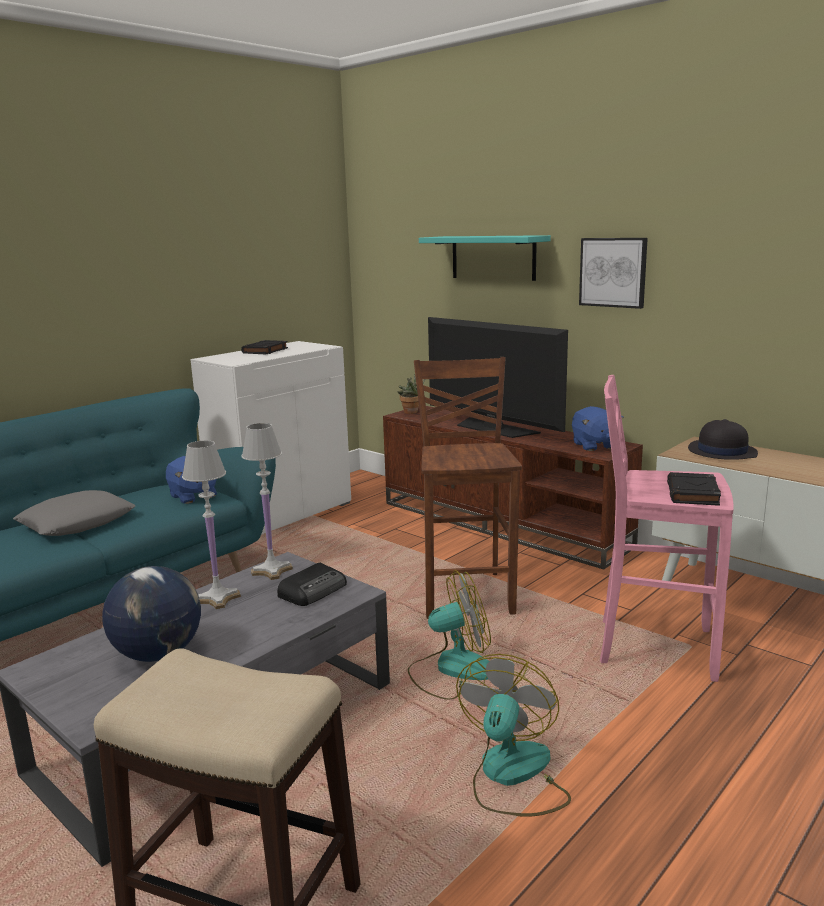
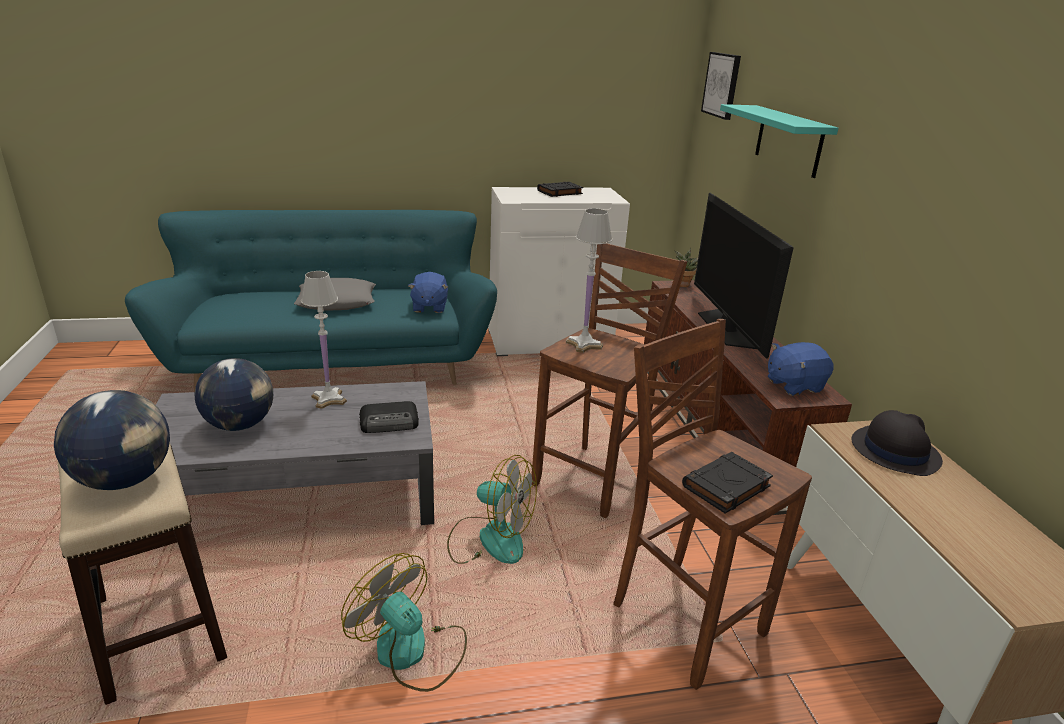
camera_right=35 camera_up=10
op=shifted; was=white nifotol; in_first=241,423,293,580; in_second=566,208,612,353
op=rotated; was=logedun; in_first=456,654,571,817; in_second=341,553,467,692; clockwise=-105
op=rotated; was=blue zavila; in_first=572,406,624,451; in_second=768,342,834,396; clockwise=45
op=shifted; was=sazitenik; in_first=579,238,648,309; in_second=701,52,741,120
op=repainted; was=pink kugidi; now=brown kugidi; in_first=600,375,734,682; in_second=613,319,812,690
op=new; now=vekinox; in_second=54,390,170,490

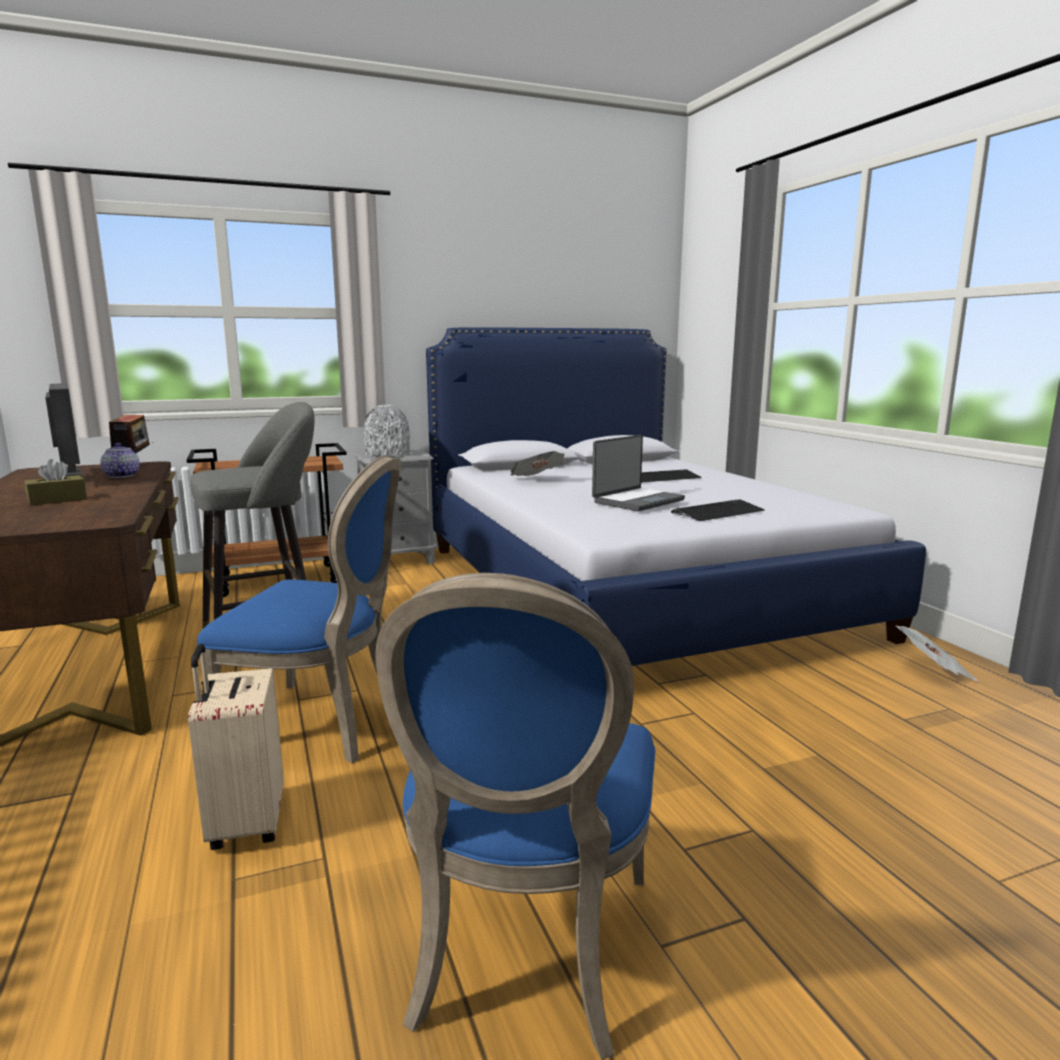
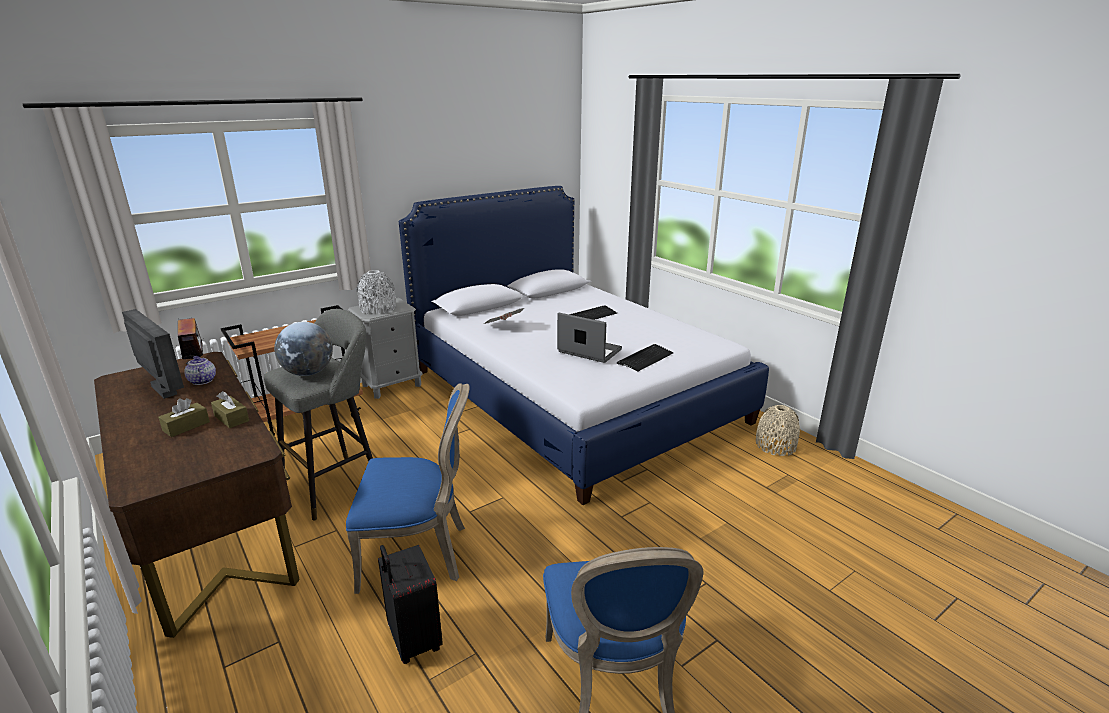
camera_right=-15 camera_up=10
op=repainted; was=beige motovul; now=black motovul; in_first=188,644,284,850; in_second=378,545,443,664
op=rotated; was=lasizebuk; in_first=592,435,685,511; in_second=557,313,622,363; clockwise=-90
op=swapped; was=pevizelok; now=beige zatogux; in_first=895,625,978,681; in_second=756,405,800,456
op=new; now=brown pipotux; in_second=211,391,249,428
op=new; now=vekinox; in_second=274,322,333,376

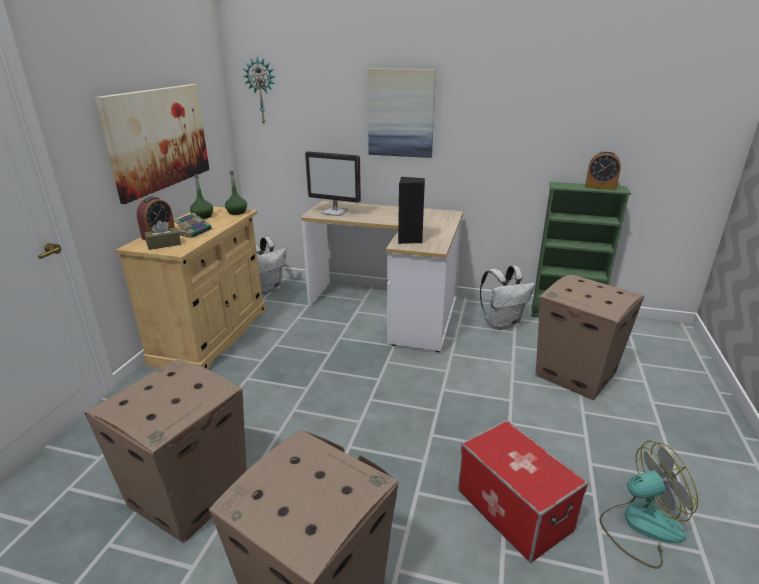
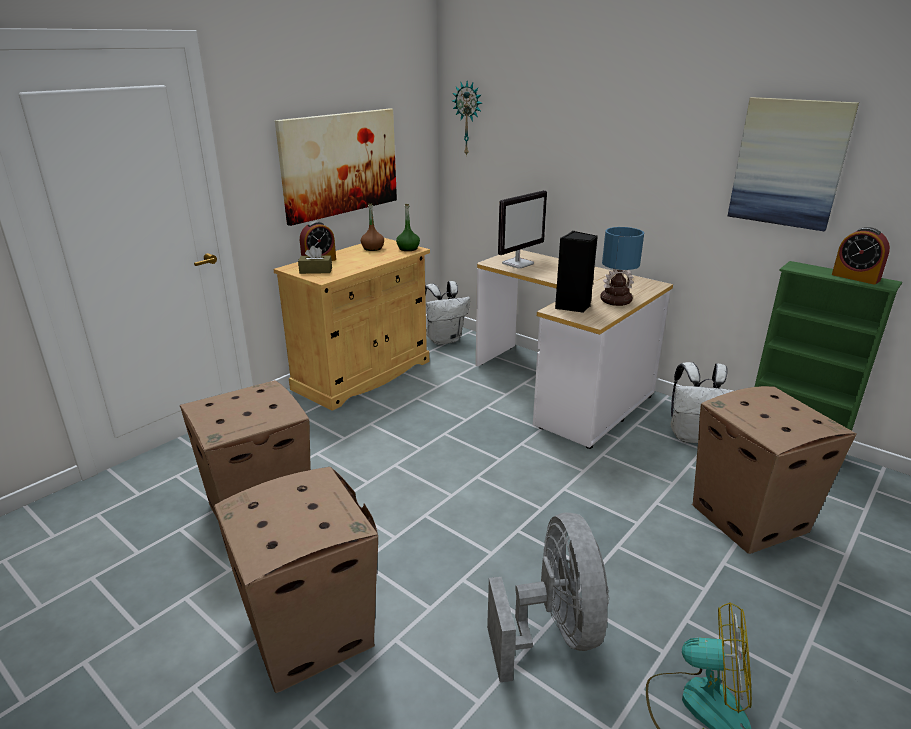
camera_right=25 camera_up=0
op=gone; was=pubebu; in_first=174,212,211,238
op=repainted; was=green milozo; now=brown milozo; in_first=190,174,213,219; in_second=361,204,384,251
op=rotated; was=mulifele; in_first=305,151,361,216; in_second=498,190,547,269; clockwise=-90
op=shifted; was=sazitenik; in_first=368,68,436,158; in_second=728,97,859,231
op=swapped; was=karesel; now=grey logedun; in_first=458,420,588,563; in_second=487,513,609,682
op=new; now=nifotol; in_second=600,227,644,306

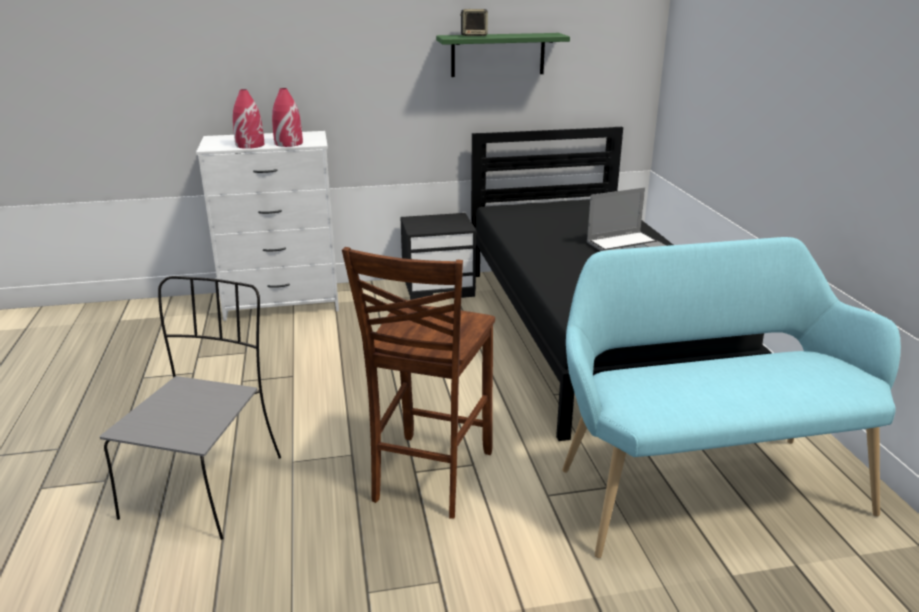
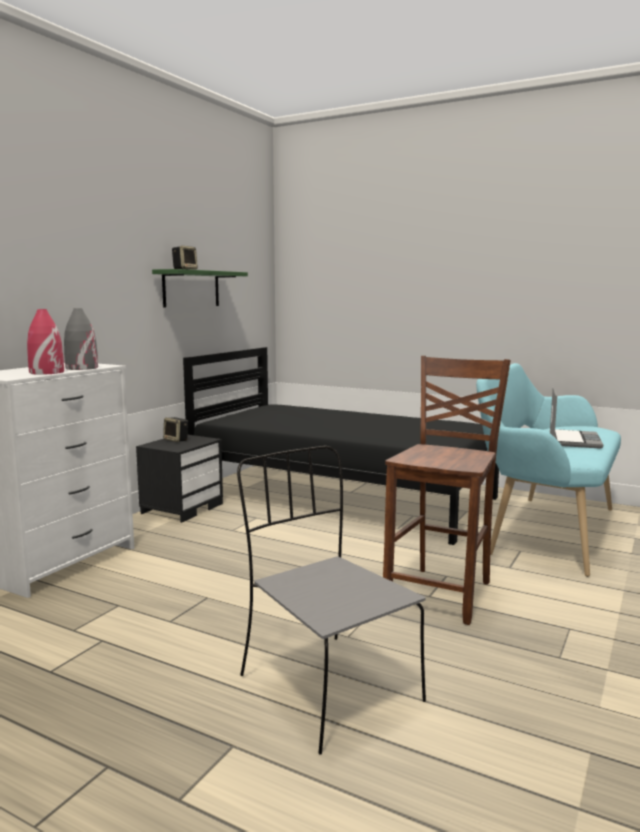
camera_right=-50 camera_up=-15
op=repainted; was=red zatogux; now=grey zatogux; in_first=272,88,303,147; in_second=64,308,98,370
op=rotated; was=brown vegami; in_first=342,247,495,519; in_second=383,356,511,625; clockwise=-120
op=shifted; was=lasizebuk; in_first=587,187,667,251; in_second=550,387,603,449
op=new; now=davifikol; in_second=163,417,188,442

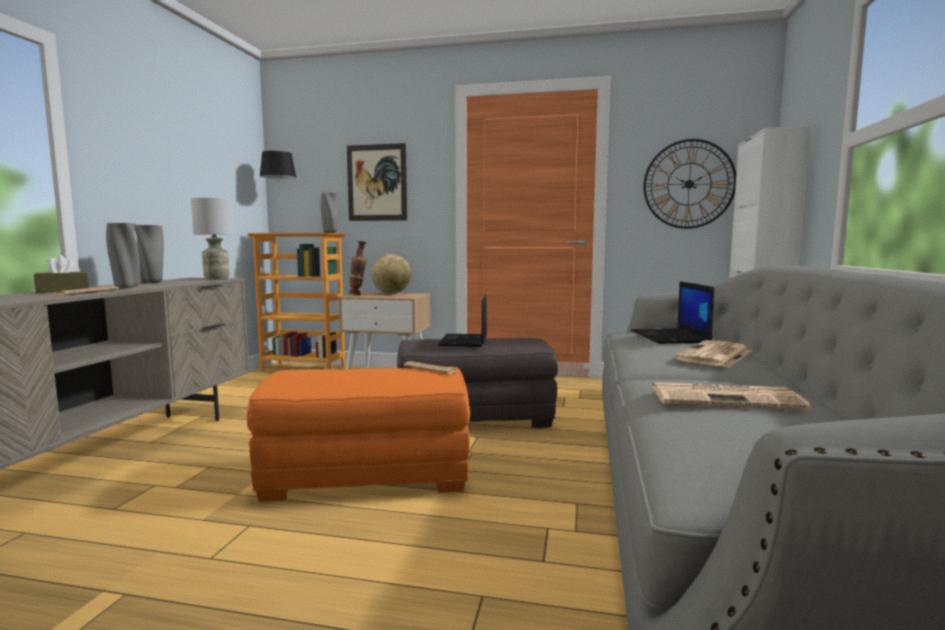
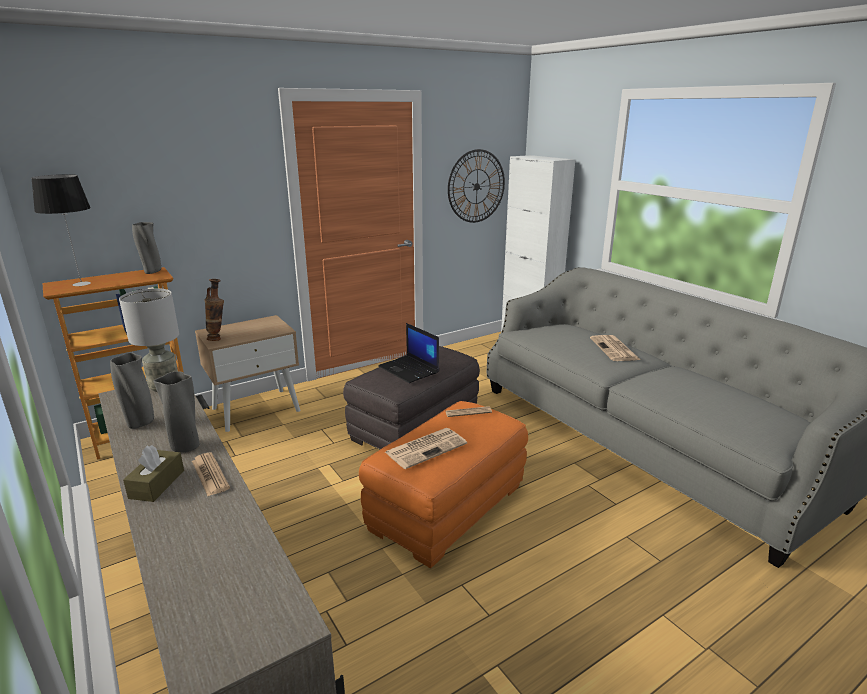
camera_right=-45 camera_up=15
op=gone; was=sazitenik; in_first=347,143,407,221
op=gone; was=vekinox; in_first=371,254,411,294
op=gone; was=lasizebuk; in_first=631,281,714,344
op=shifted; was=pevizelok; in_first=652,382,811,410; in_second=385,428,467,469

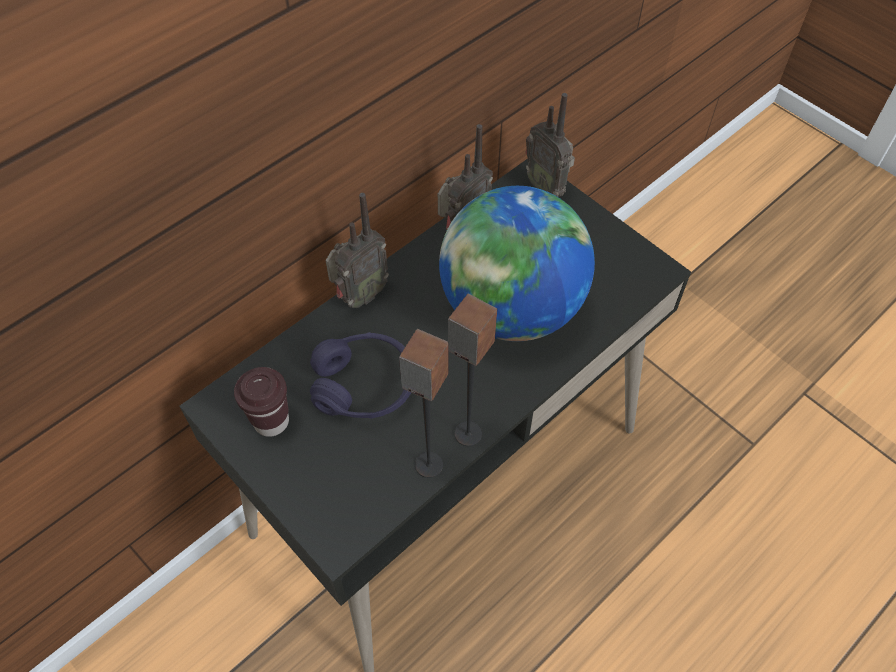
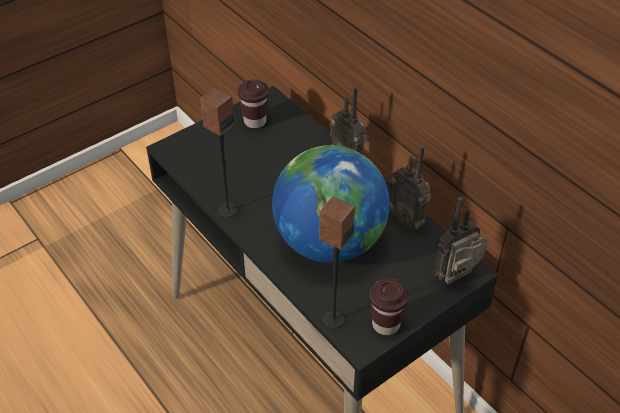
camera_right=95 camera_up=-10
op=gone; was=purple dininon; in_first=310,332,411,419
op=shifted; was=davifikol; in_first=399,329,448,478; in_second=319,196,355,328
op=new; now=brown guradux; in_second=369,278,409,335

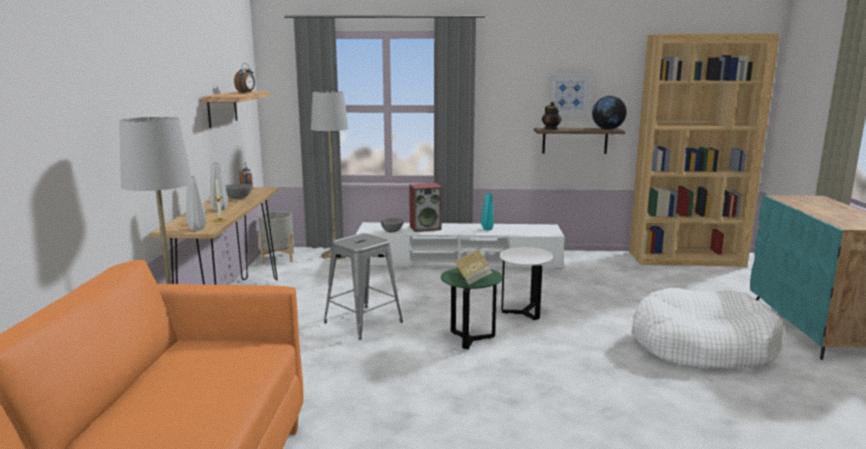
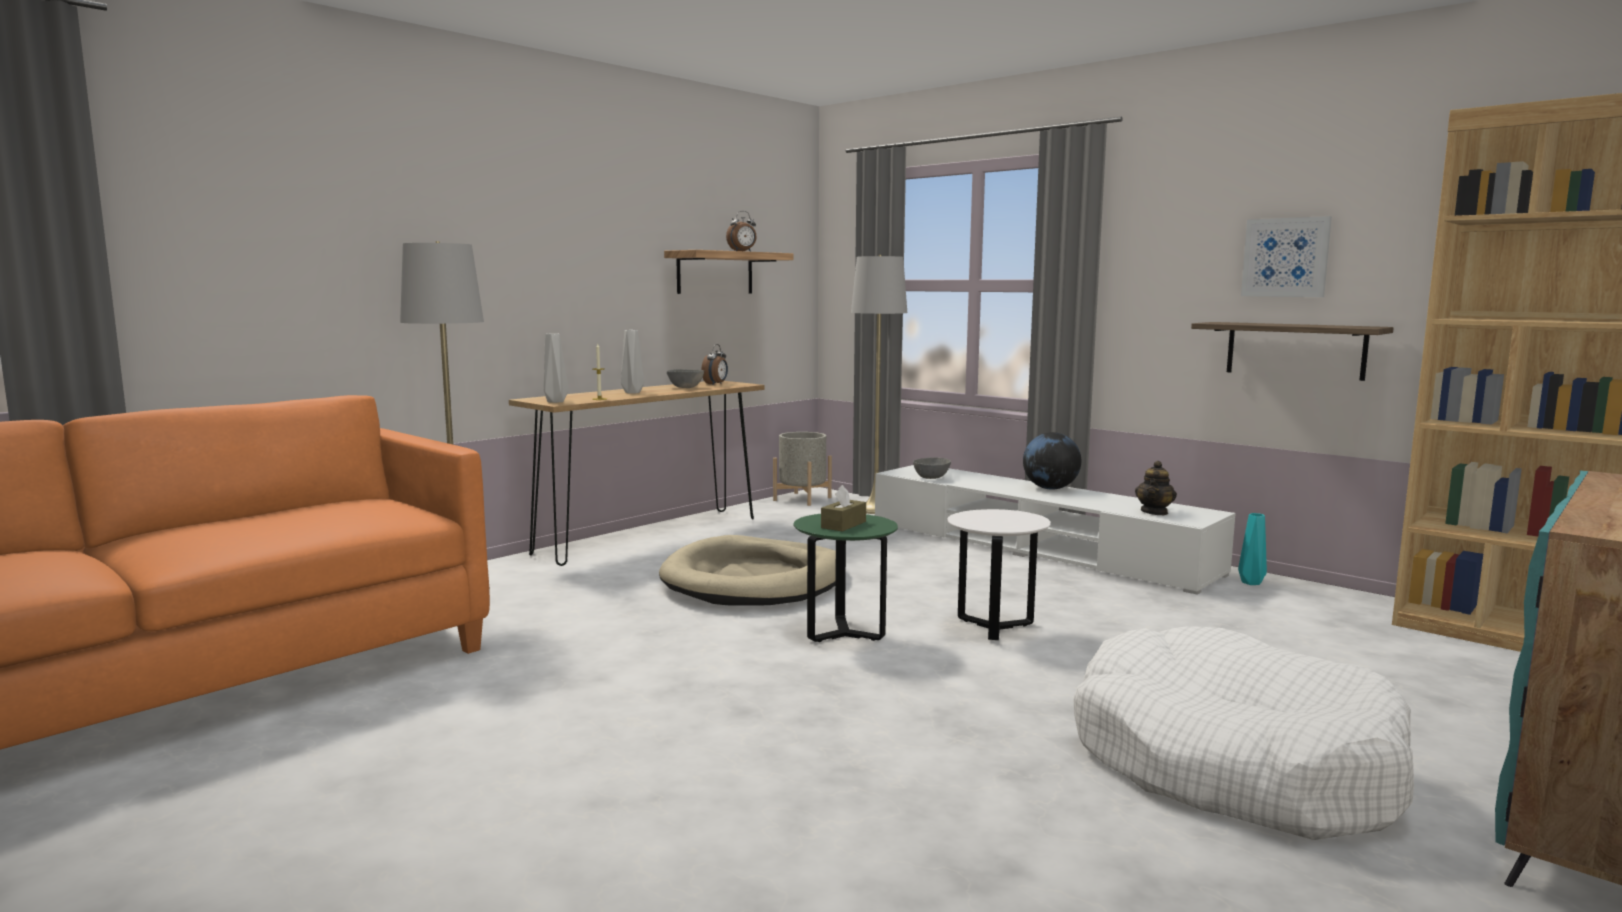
camera_right=40 camera_up=-5
op=swapped; was=grey kugidi; now=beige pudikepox; in_first=324,233,403,340; in_second=659,535,836,606
op=gone; was=davifikol; in_first=409,183,442,232
op=swapped; was=pubebu; now=brown pipotux; in_first=455,249,492,285; in_second=821,485,866,532
op=shifted; was=turquoise zatogux; in_first=481,193,494,230; in_second=1238,513,1267,585
op=shifted; was=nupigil; in_first=542,102,562,130; in_second=1135,461,1177,515
op=shifted; was=vekinox; in_first=592,96,627,130; in_second=1023,432,1081,490

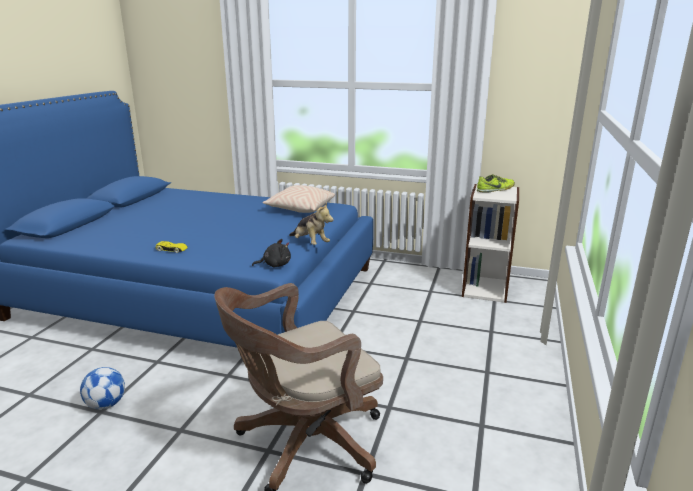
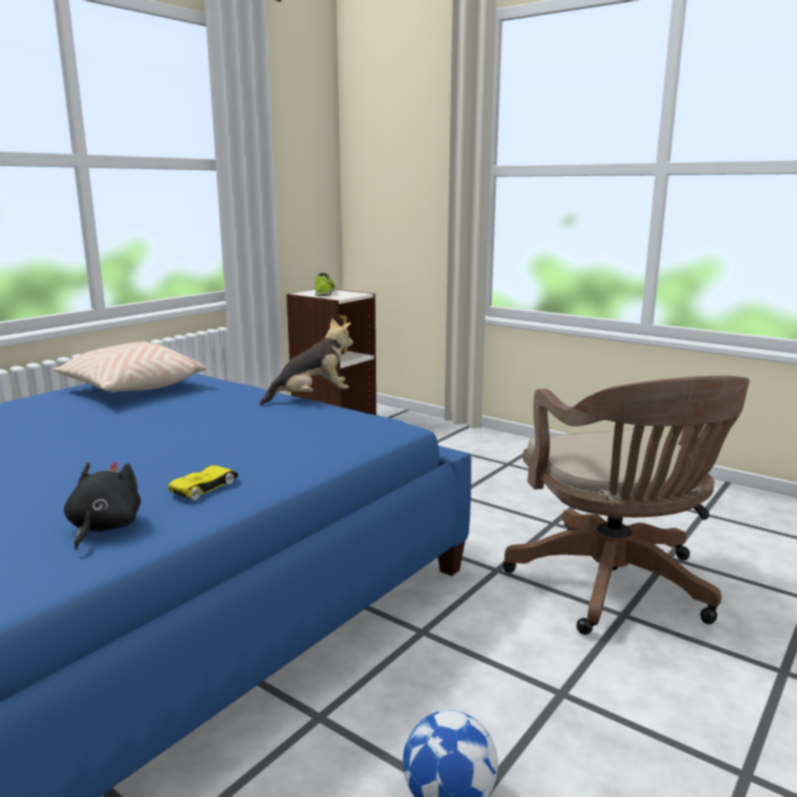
camera_right=-70 camera_up=-5
op=shifted; was=black zavila; in_first=252,239,291,268; in_second=64,461,141,550

